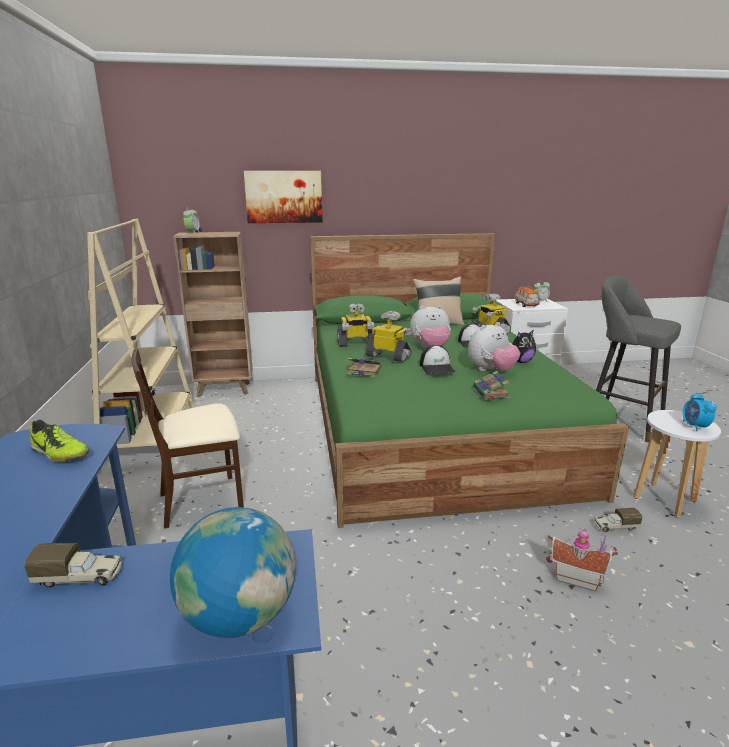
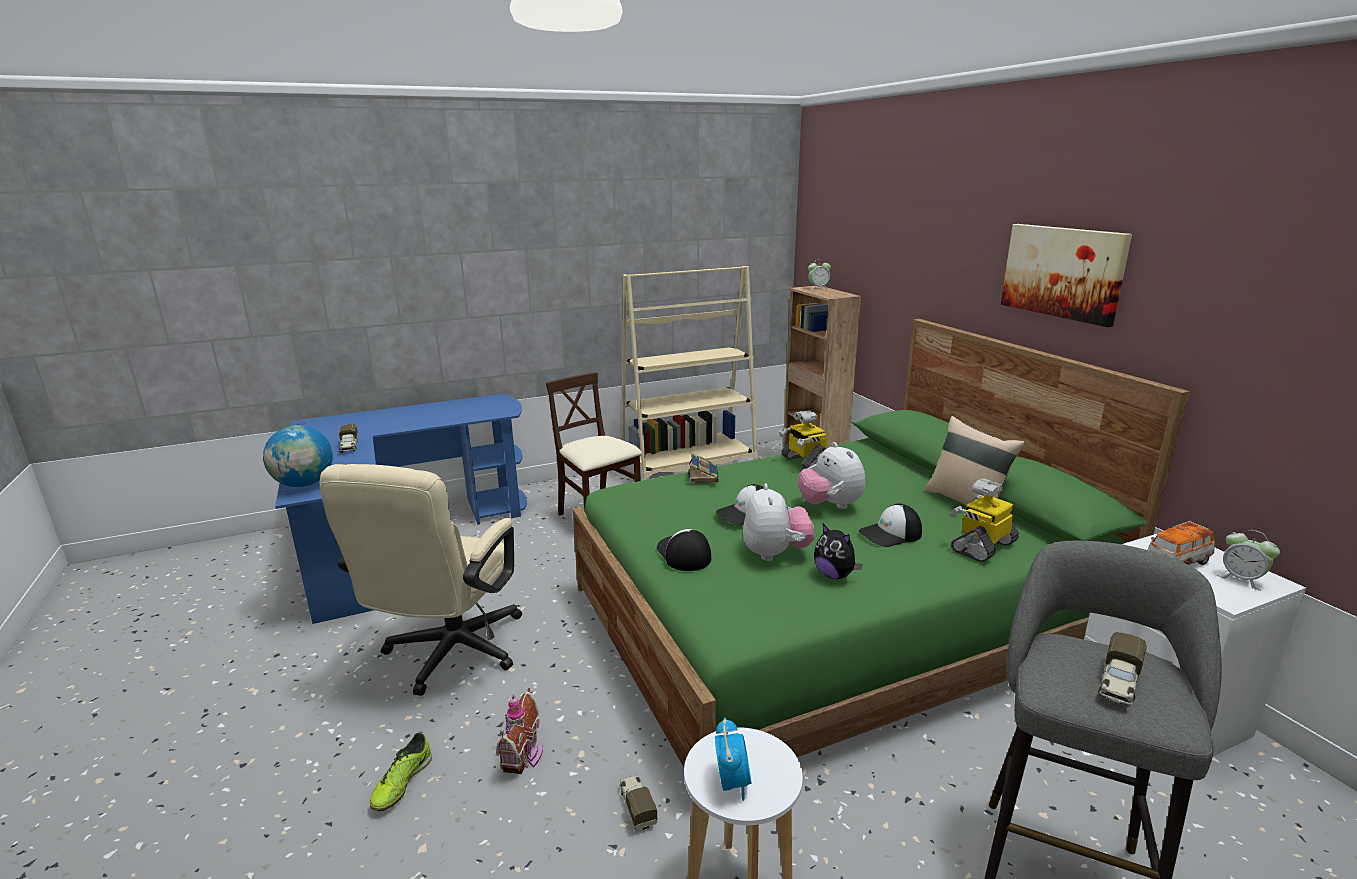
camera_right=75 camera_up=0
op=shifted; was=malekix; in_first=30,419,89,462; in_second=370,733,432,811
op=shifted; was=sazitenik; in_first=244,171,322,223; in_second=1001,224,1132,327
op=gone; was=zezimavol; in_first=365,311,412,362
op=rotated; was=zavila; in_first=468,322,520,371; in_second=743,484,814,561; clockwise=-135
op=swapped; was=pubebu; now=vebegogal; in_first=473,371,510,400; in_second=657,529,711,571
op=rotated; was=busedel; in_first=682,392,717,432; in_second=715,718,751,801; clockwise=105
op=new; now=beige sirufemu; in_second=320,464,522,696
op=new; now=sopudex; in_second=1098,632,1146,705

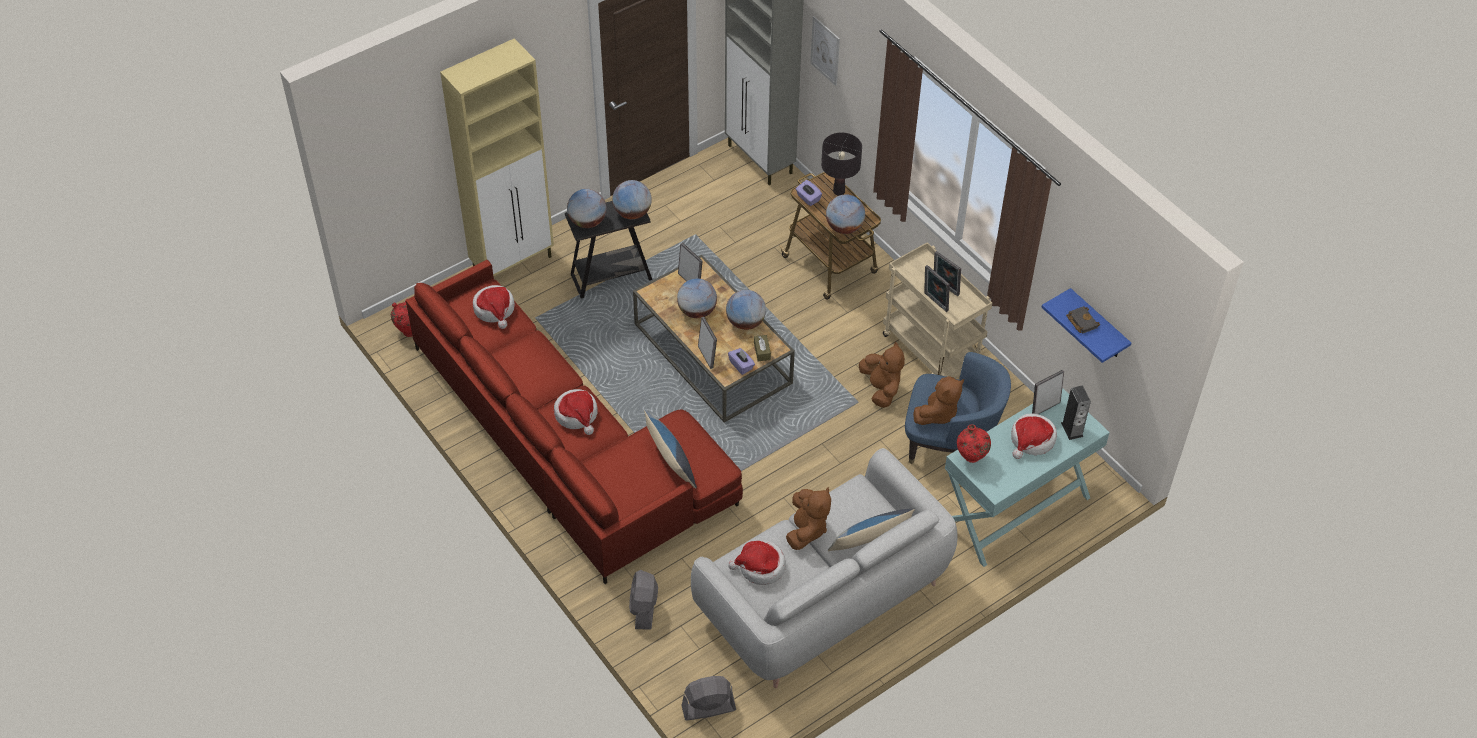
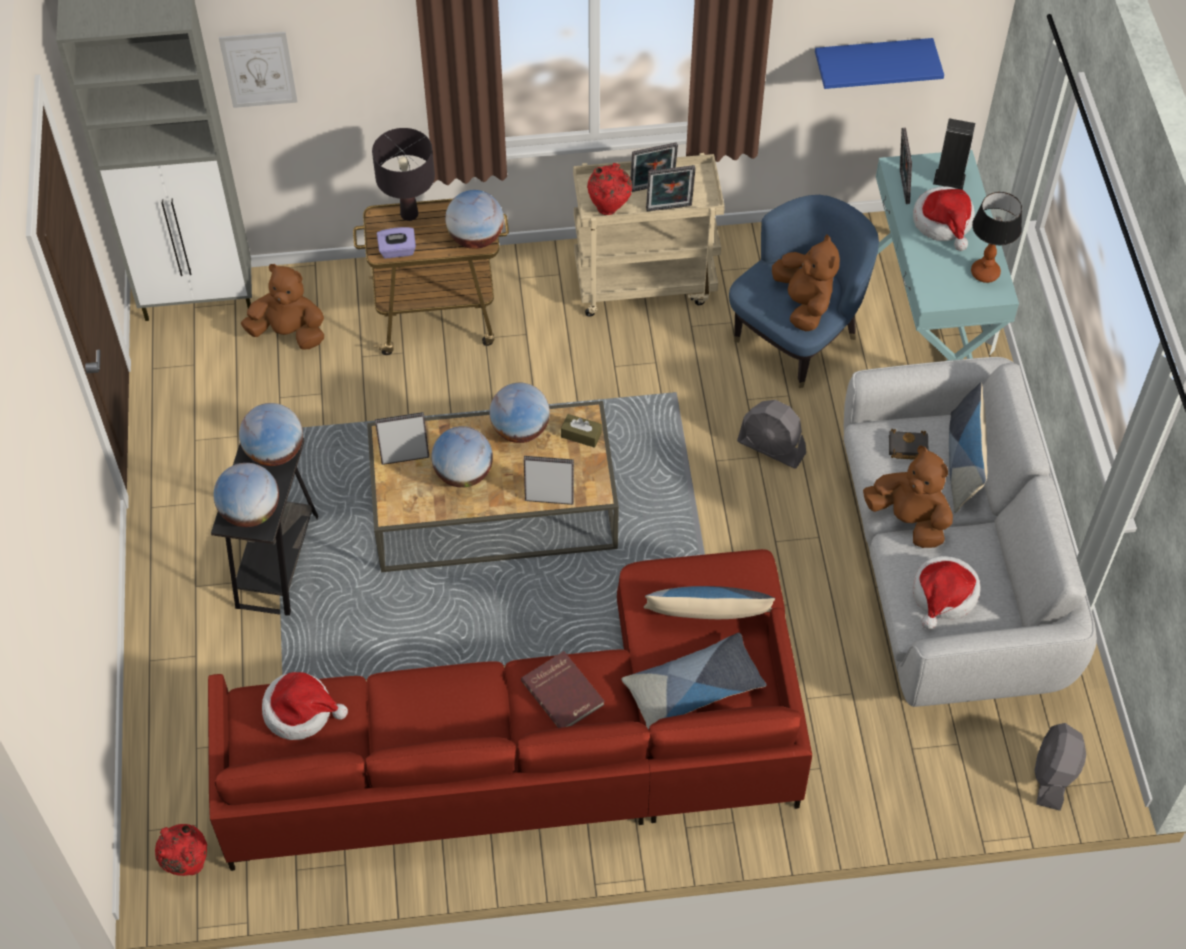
camera_right=-60 camera_up=5
op=gone; was=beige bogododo; in_first=440,38,554,276
op=swapped; was=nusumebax; now=red pubebu; in_first=554,389,598,435; in_second=521,651,605,728
op=shifted; was=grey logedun; in_first=629,570,658,630; in_second=737,400,806,468
op=gone; was=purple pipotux; in_first=728,348,755,375
op=shifted; was=brown zavila; in_first=859,342,905,408; in_second=241,264,324,350
op=shifted; was=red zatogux; in_first=957,424,991,463; in_second=587,163,633,215
op=shifted; was=black pubebu; in_first=1066,306,1100,333; in_second=889,429,929,460
op=new; now=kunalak; in_second=621,633,766,729
op=new; now=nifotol; in_second=971,192,1022,283

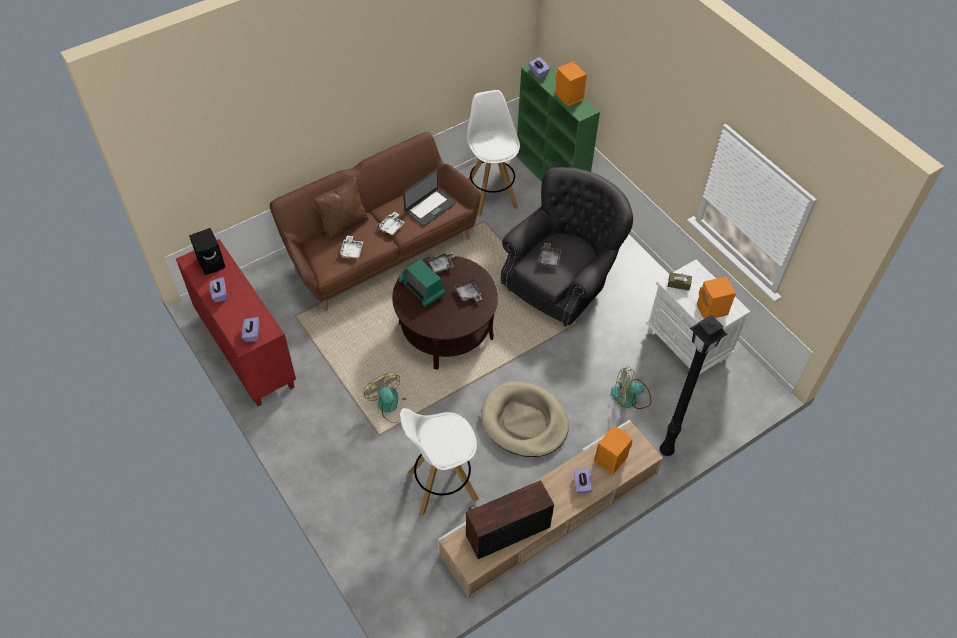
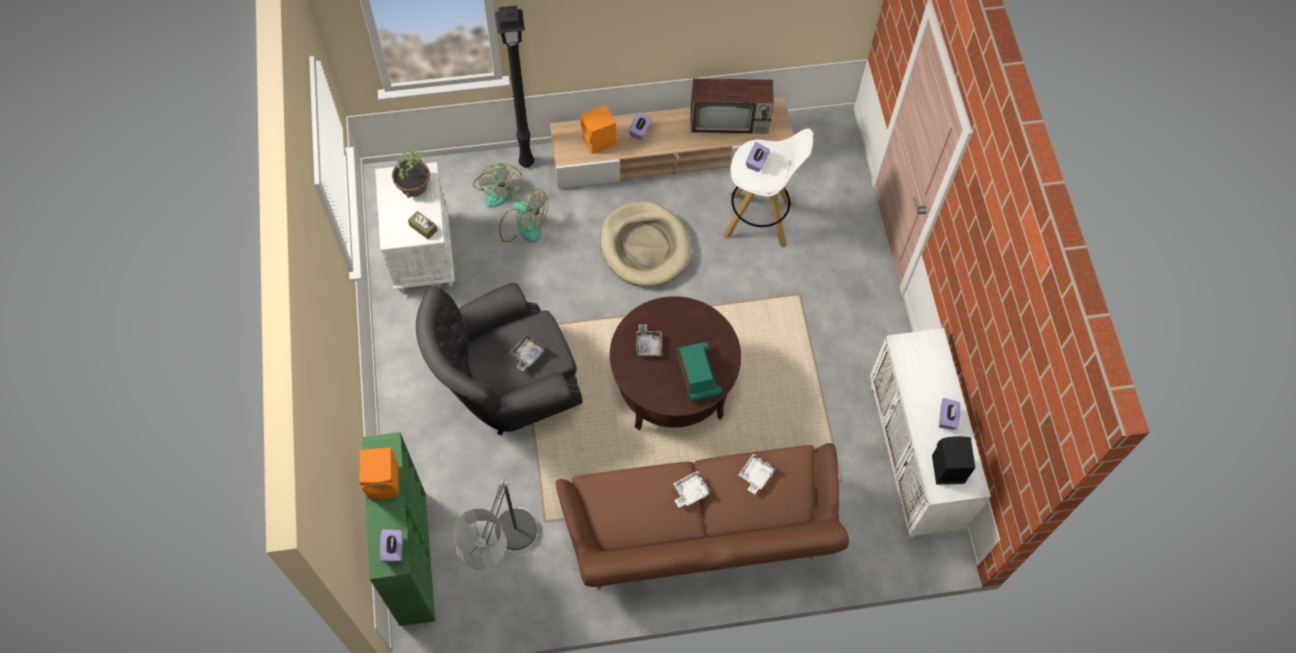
camera_right=-155 camera_up=10
op=repainted; was=red bogododo; now=white bogododo; in_first=176,239,296,406; in_second=870,328,991,539
op=shifted; was=purple pipotux; in_first=242,317,259,342; in_second=746,142,770,172
op=gone; was=brown kunalak; in_first=314,177,369,241
op=shifted; was=logedun; in_first=364,372,406,423; in_second=473,163,524,208
op=gone; was=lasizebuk; in_first=403,170,456,227
op=gone; was=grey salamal; in_first=427,252,455,273
op=swapped; was=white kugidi; now=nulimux; in_first=467,90,520,216; in_second=453,478,543,569
op=swapped; was=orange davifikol; now=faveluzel; in_first=697,276,736,319; in_second=392,151,430,198

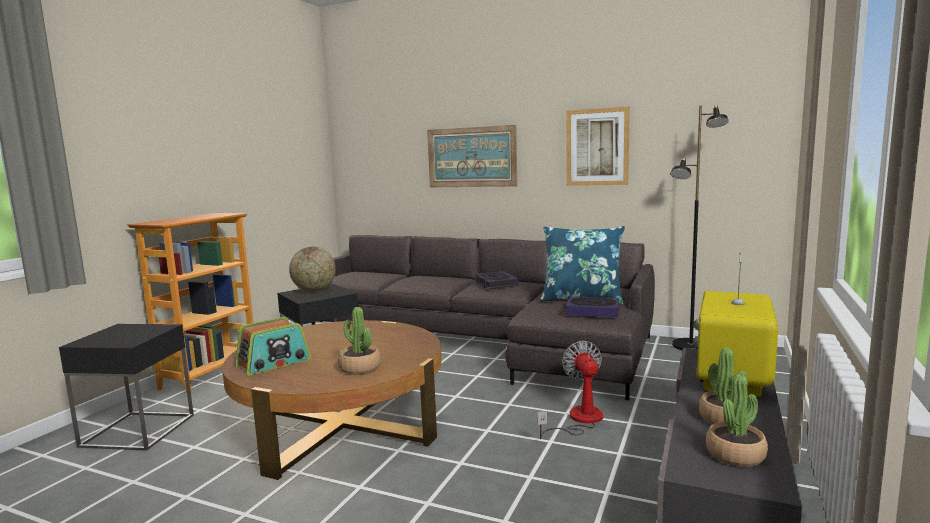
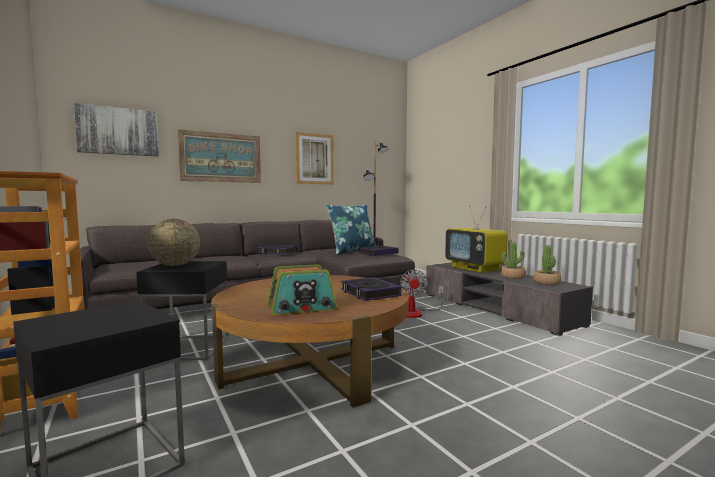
camera_right=-55 camera_up=-5
op=rotated; was=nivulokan; in_first=235,317,311,375; in_second=267,264,337,315; clockwise=75
op=swapped; was=faveluzel; now=pubebu; in_first=338,307,381,374; in_second=341,277,401,301
op=rotated; was=logedun; in_first=538,341,603,439; in_second=400,269,444,318; clockwise=-120
op=new; now=sazitenik; in_second=74,103,159,157

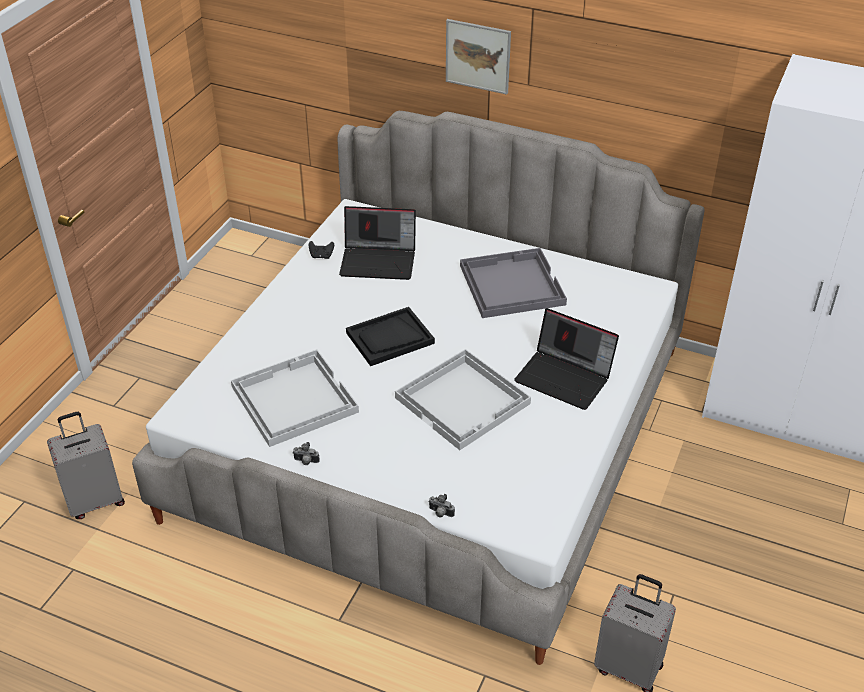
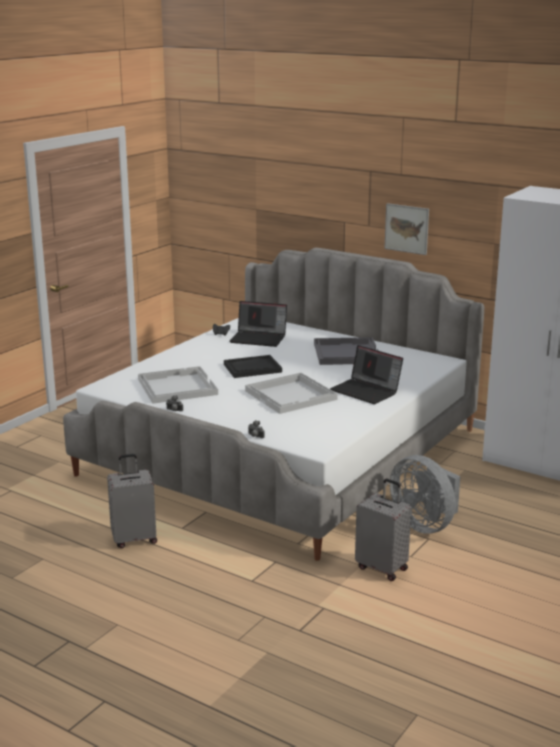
camera_right=10 camera_up=-20
op=shifted; was=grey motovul; in_first=47,412,125,519; in_second=107,454,157,548
op=shifted; was=sazitenik; in_first=446,19,511,95; in_second=384,203,429,255
op=new; now=grey logedun; in_second=390,455,460,534

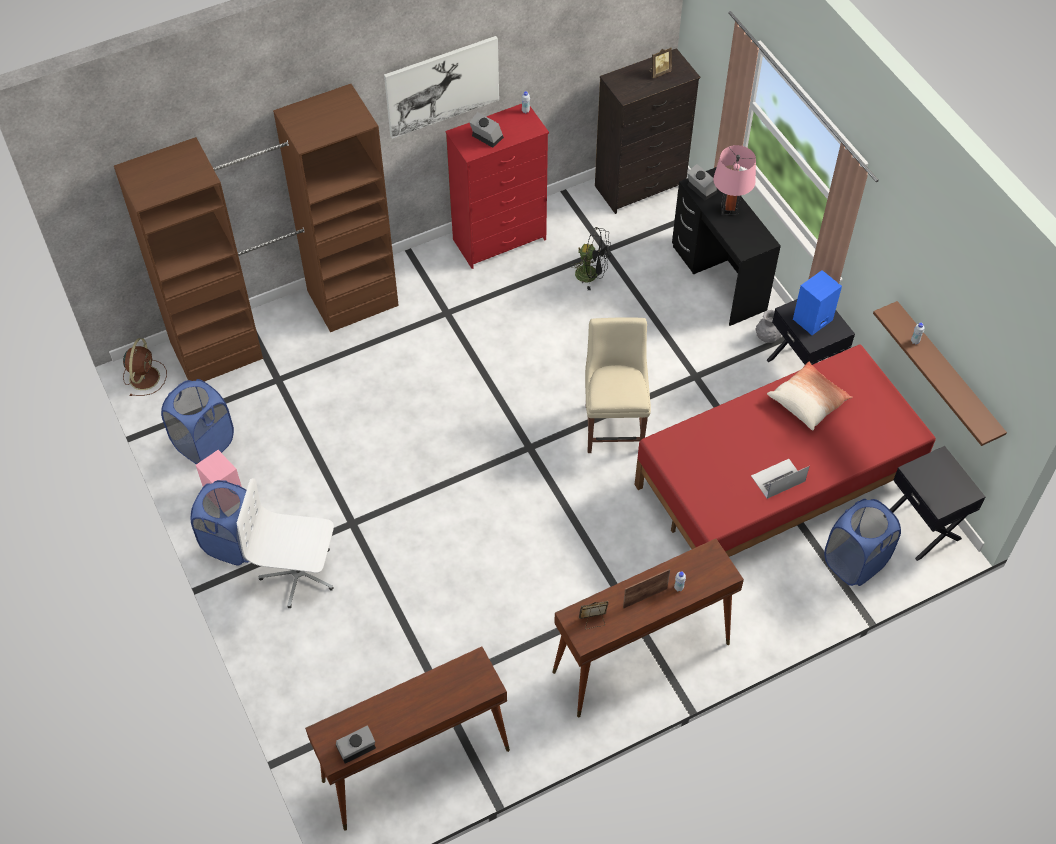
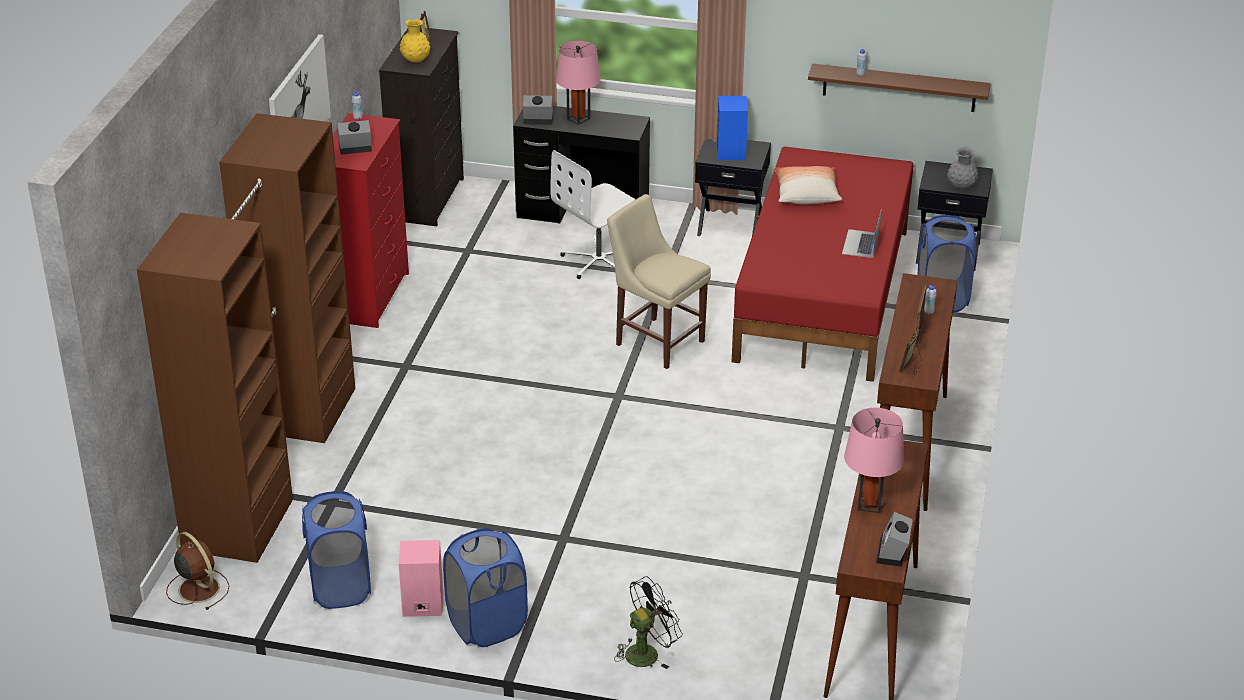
camera_right=-50 camera_up=-20
op=shifted; was=white sirufemu; in_first=237,478,334,609; in_second=550,150,636,279
op=shifted; was=black logedun; in_first=570,227,611,290; in_second=614,576,683,669
op=shifted; was=grey zatogux; in_first=755,310,782,343; in_second=947,147,978,189
op=new; now=yellow zatogux; in_second=400,19,430,62
op=new; now=pink nifotol; in_second=844,408,904,513

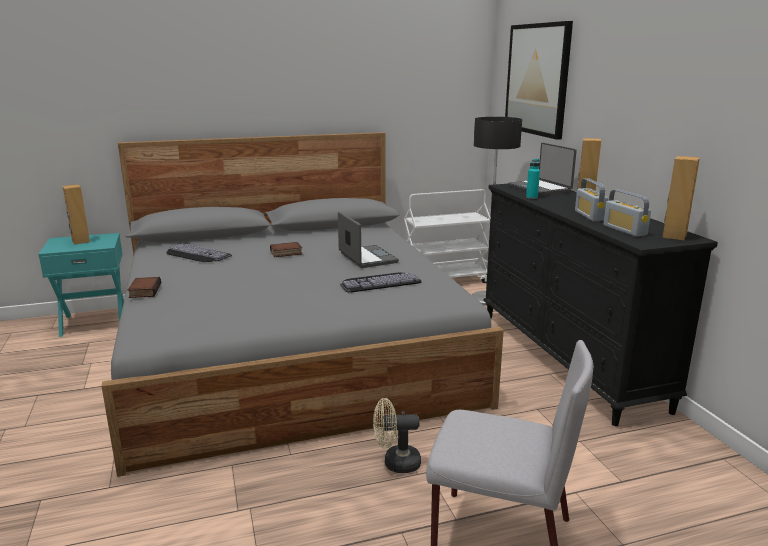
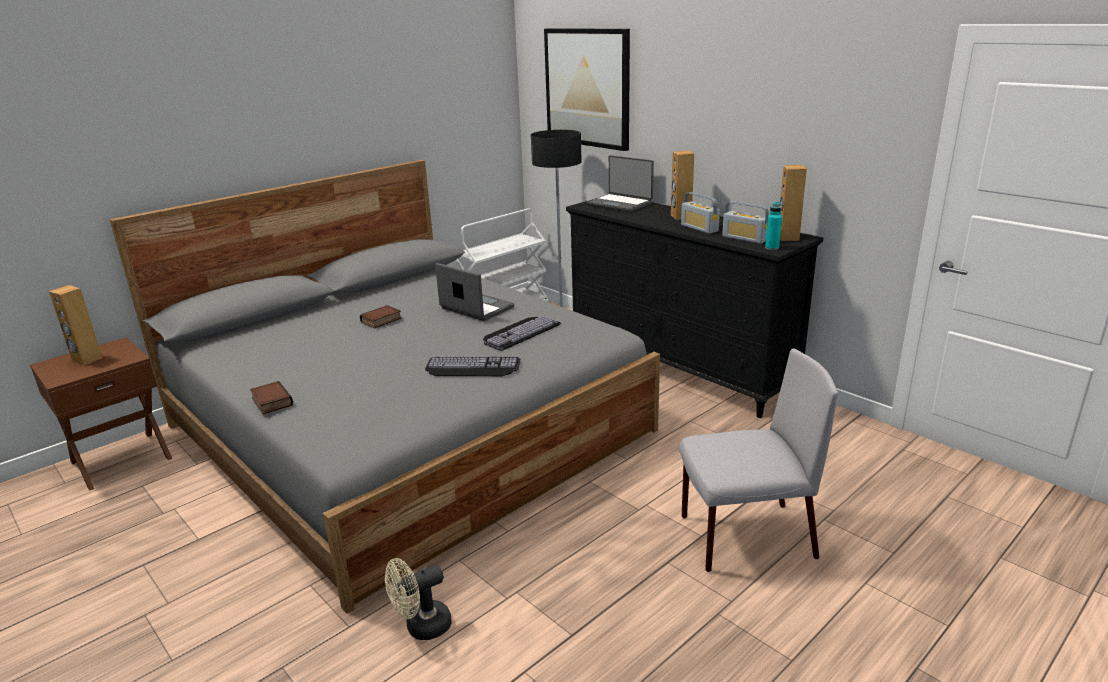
camera_right=-25 camera_up=5
op=repainted; was=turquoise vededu; now=brown vededu; in_first=38,233,124,337; in_second=30,337,172,491
op=shifted; was=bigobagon; in_first=166,243,232,262; in_second=425,356,521,376
op=shifted; was=beige logedun; in_first=373,398,421,473; in_second=385,558,452,640
op=shifted; was=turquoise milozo; in_first=526,159,540,199; in_second=765,202,782,250

